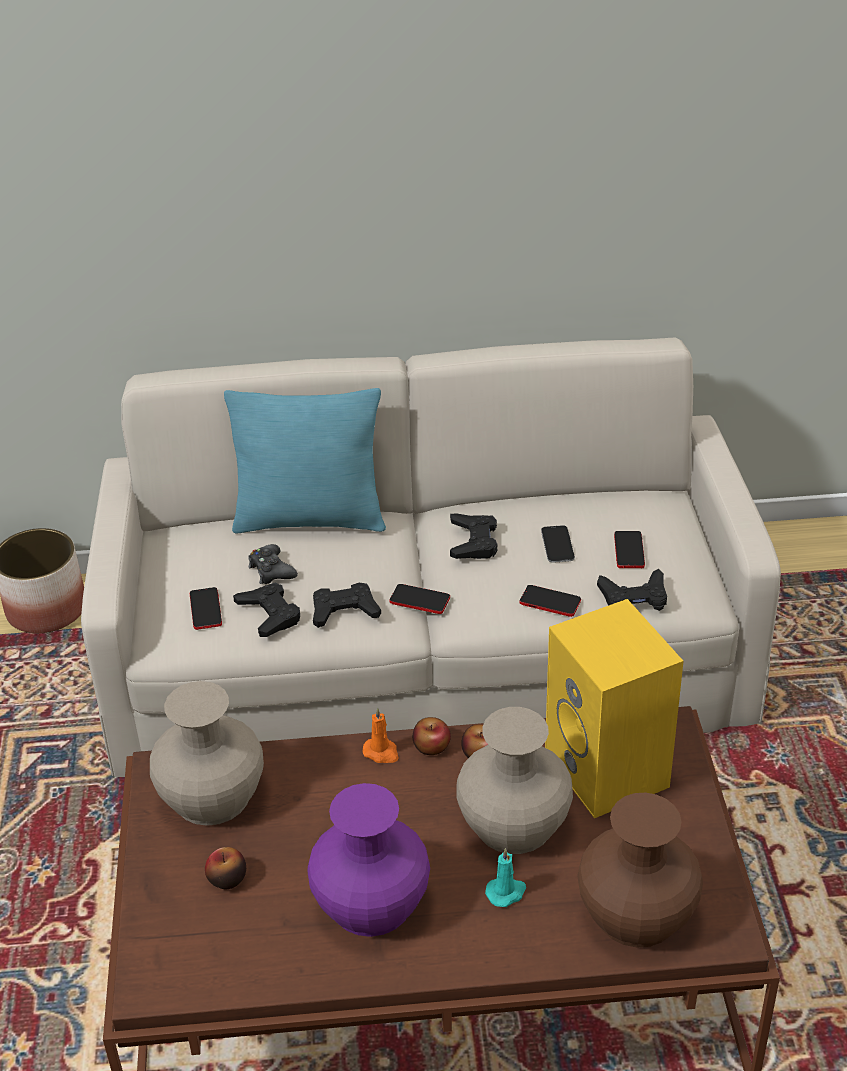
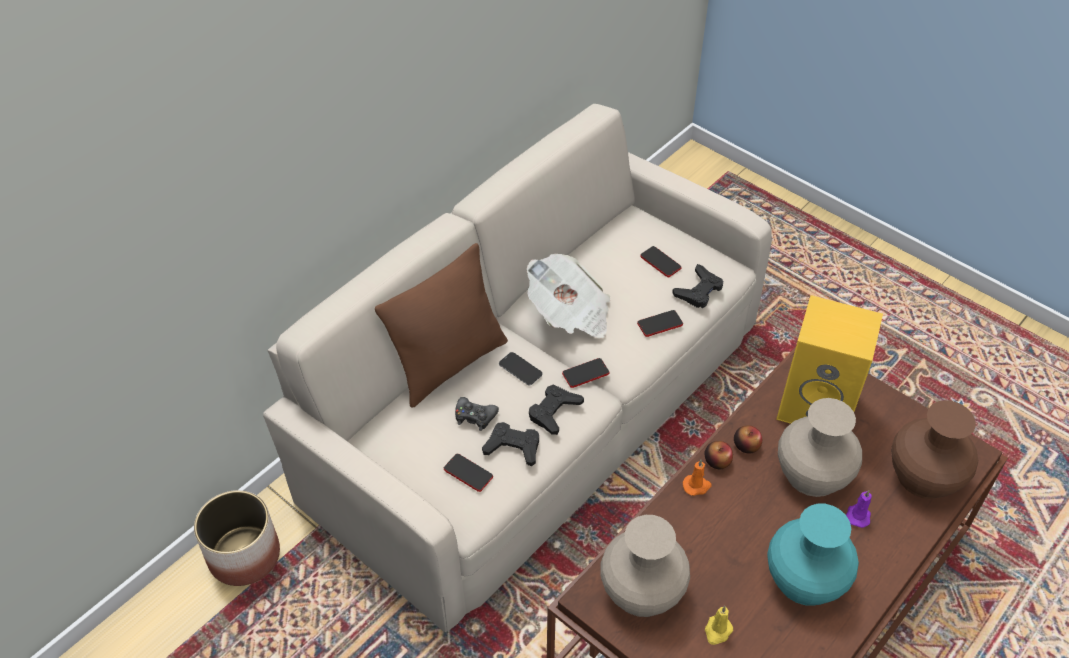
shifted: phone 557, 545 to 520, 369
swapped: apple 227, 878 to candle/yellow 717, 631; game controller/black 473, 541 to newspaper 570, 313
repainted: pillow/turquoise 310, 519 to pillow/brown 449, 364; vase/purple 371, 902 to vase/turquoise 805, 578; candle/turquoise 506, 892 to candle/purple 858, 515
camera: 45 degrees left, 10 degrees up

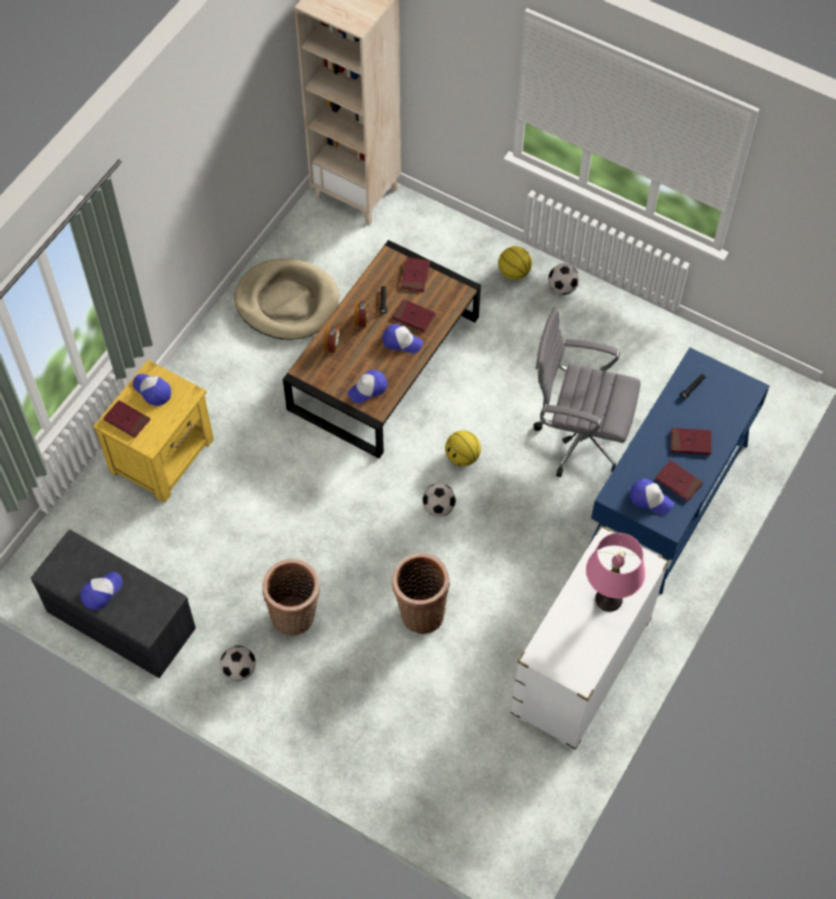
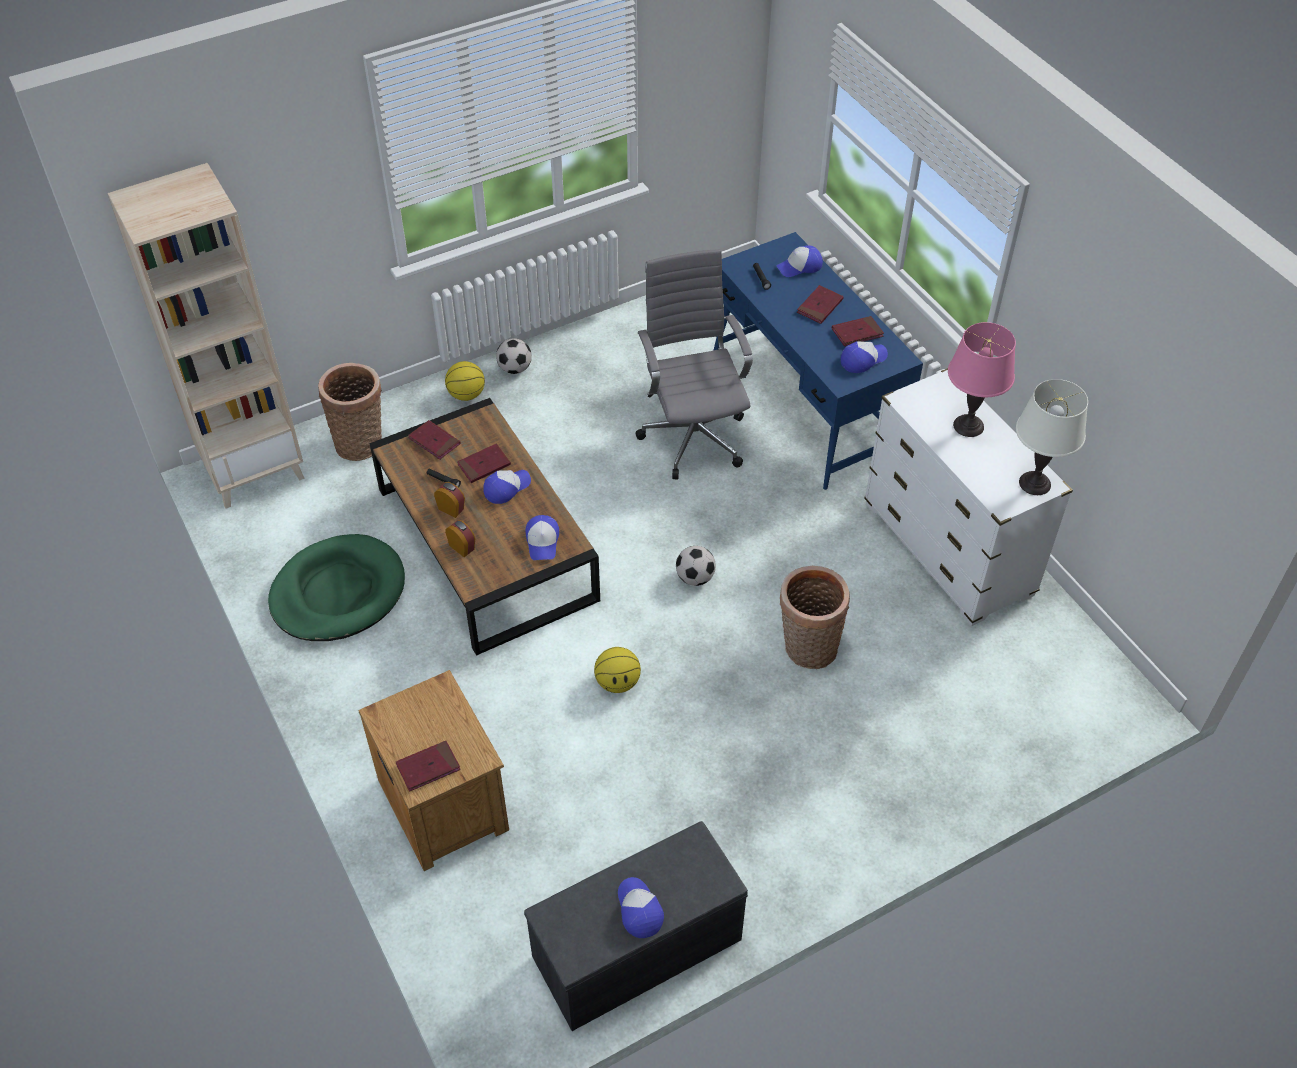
gone: football 239, 669
new: table lamp/white 1035, 483
shifted: cap 152, 390 to 800, 266; basket 295, 617 to 361, 442; basketball 462, 457 to 618, 682
repainted: nightstand/yellow 163, 455 to nightstand/brown 443, 802; dog bed/beige 287, 302 to dog bed/green 338, 592
rotated: office chair/grey 578, 438 = 692, 435 120 degrees clockwise
camera: 60 degrees left, 10 degrees down

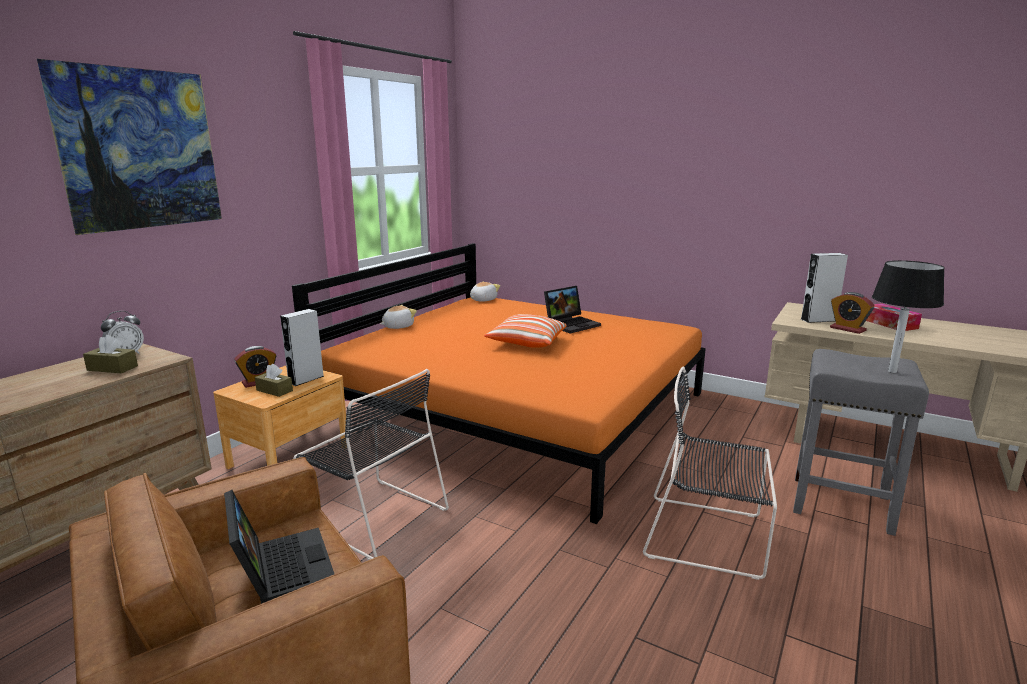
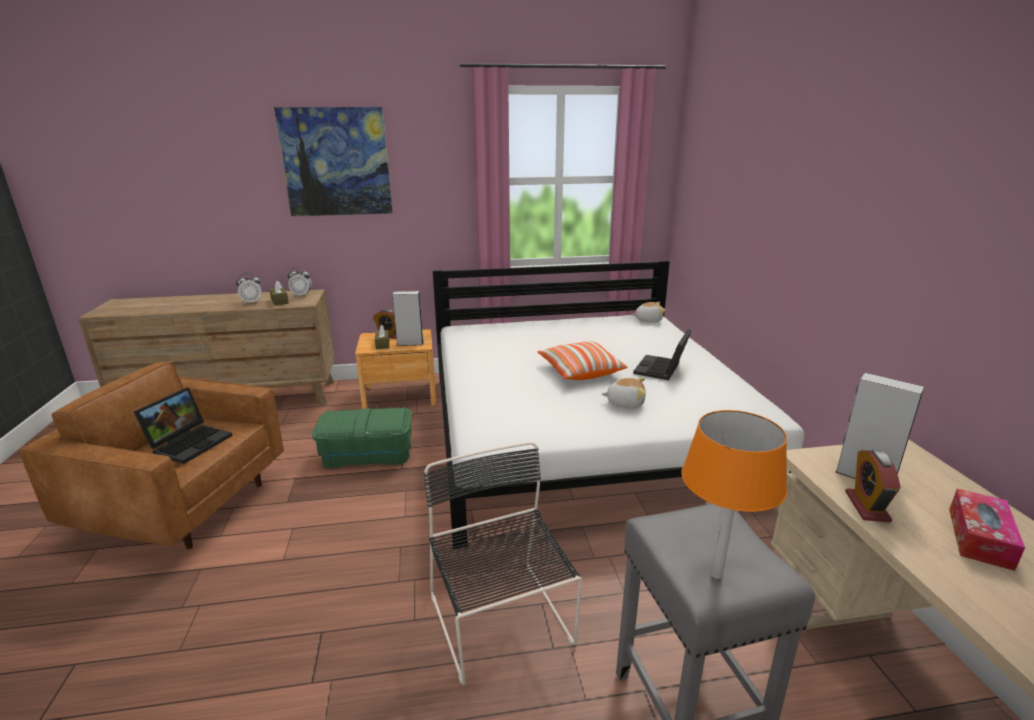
new: alarm clock 252, 302
shifted: plush toy 397, 326 to 625, 403
swapped: chair/black 373, 515 to storage box/green 367, 455
repainted: bed/orange 517, 409 to bed/white 583, 432; table lamp/black 892, 371 to table lamp/orange 716, 575
rotated: laptop 572, 324 = 662, 370 105 degrees clockwise
camera: 50 degrees right, 5 degrees up

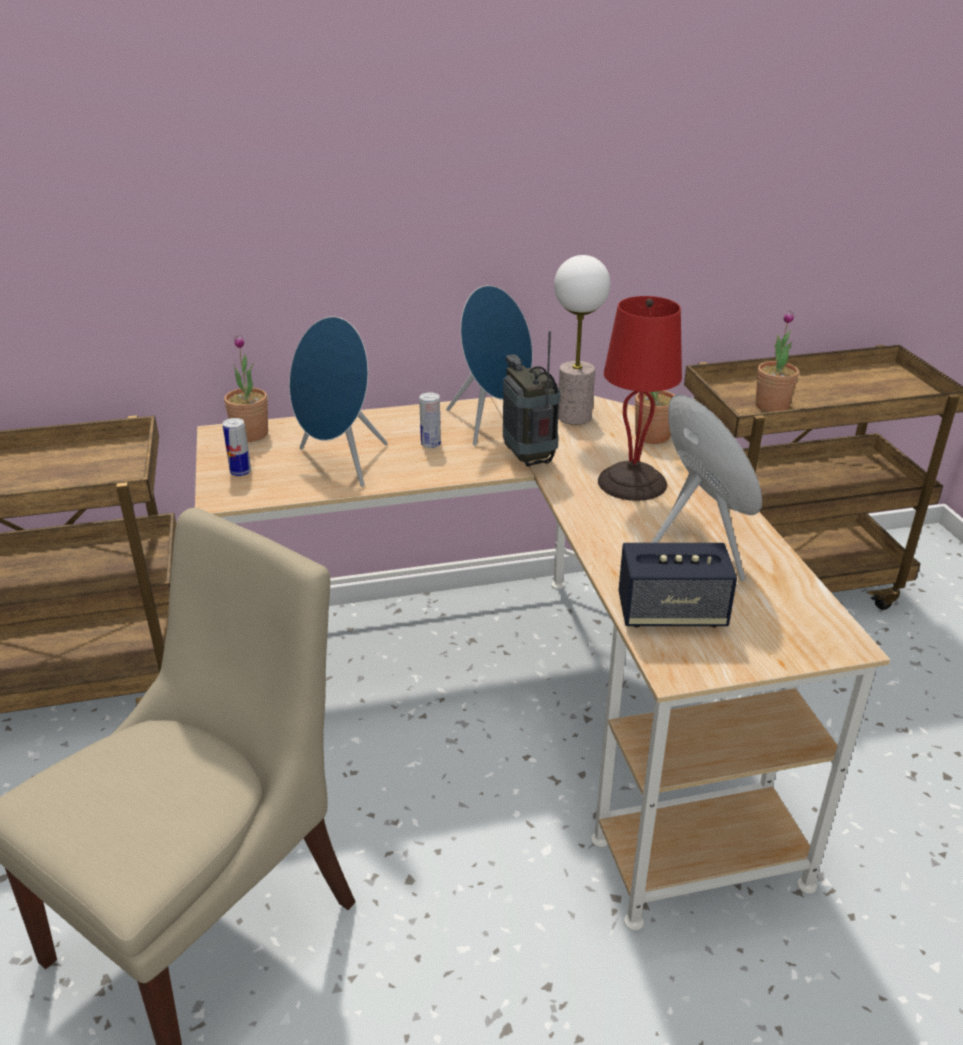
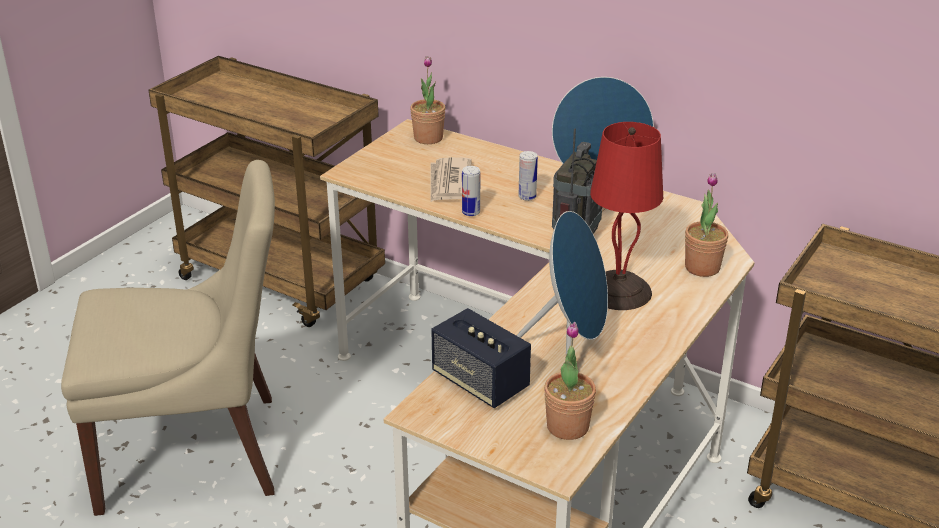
gone: table lamp 575, 417
shifted: can 240, 472 to 471, 212; potted plant 772, 405 to 567, 426
swapped: speaker/blue 340, 463 to newspaper 449, 183
camera: 45 degrees right, 0 degrees up

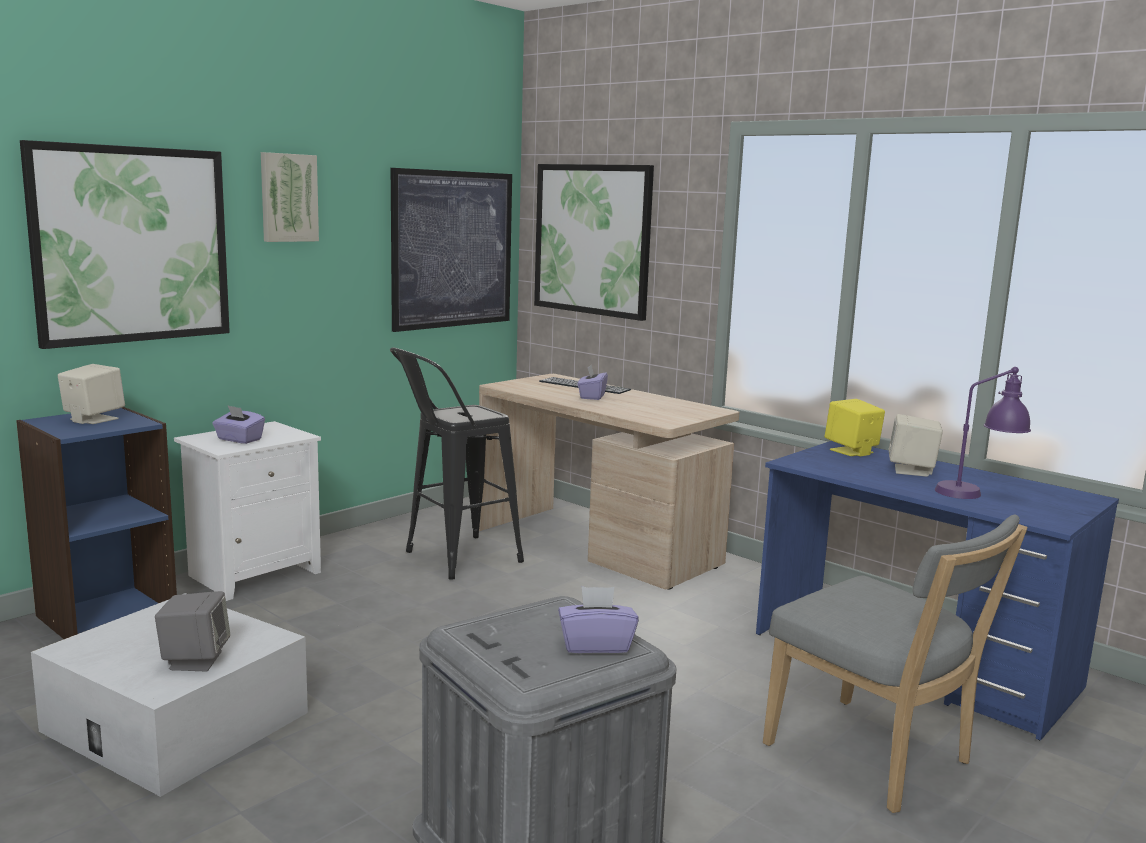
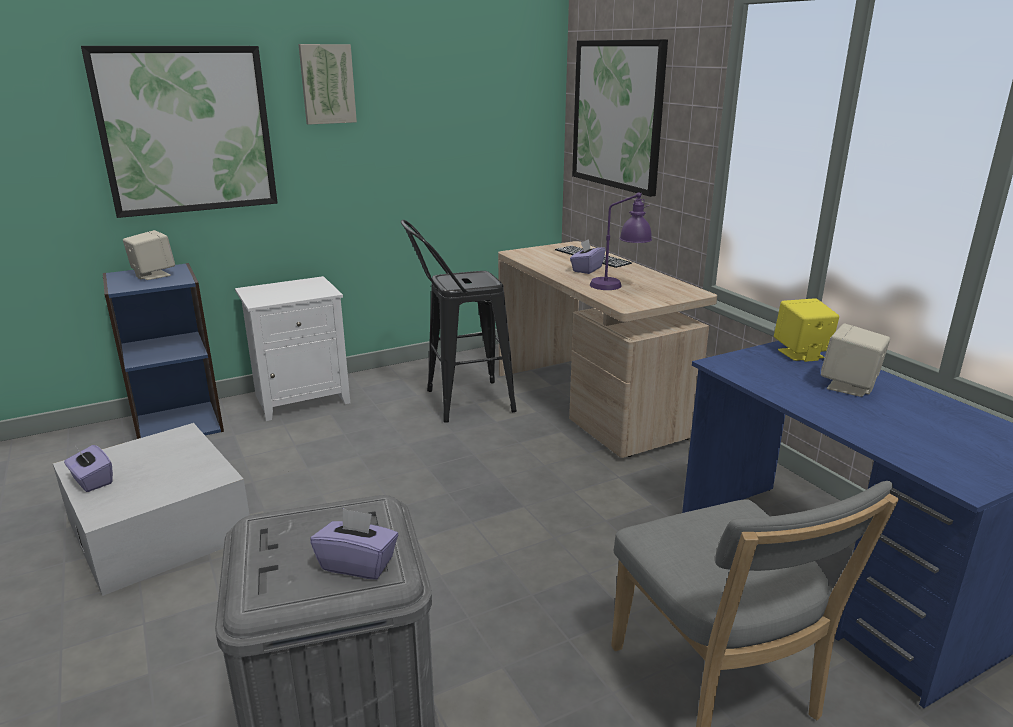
gone: speaker/grey 195, 660; picture 452, 249
shifted: tissue box/purple 239, 439 to 92, 481; table lamp/purple 977, 493 to 619, 287
camera: 20 degrees right, 10 degrees up

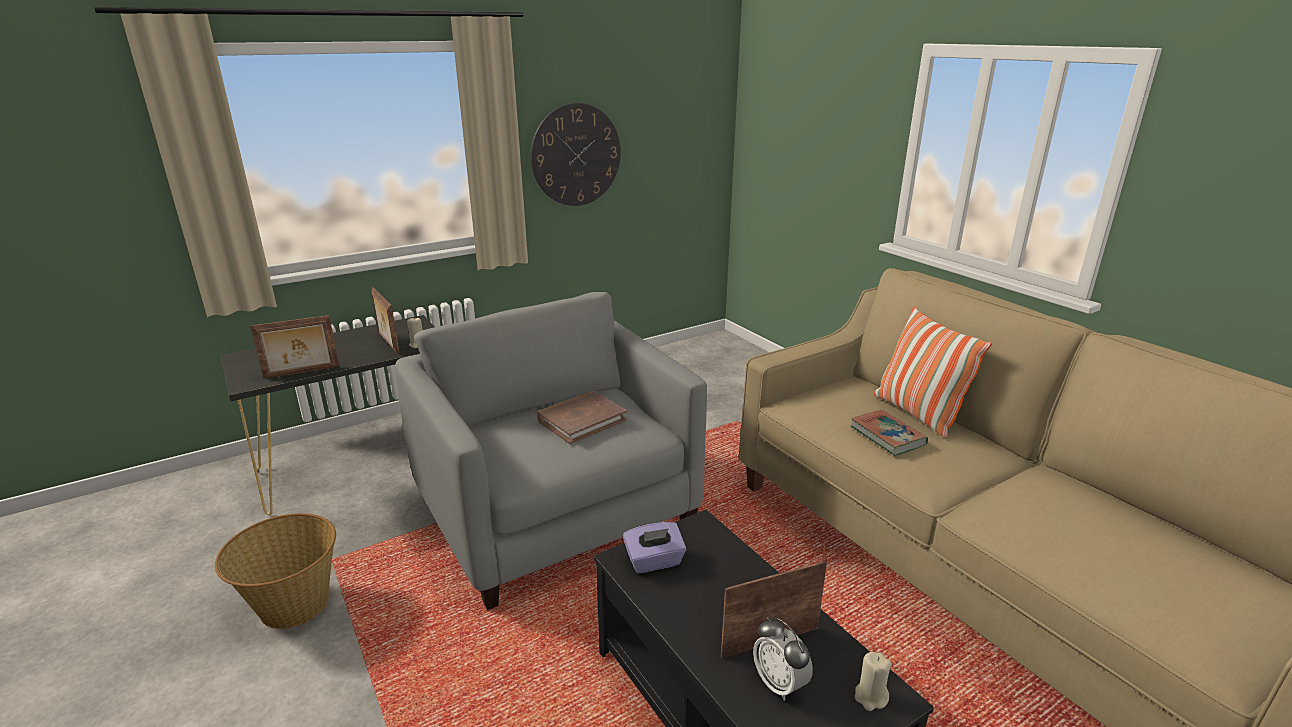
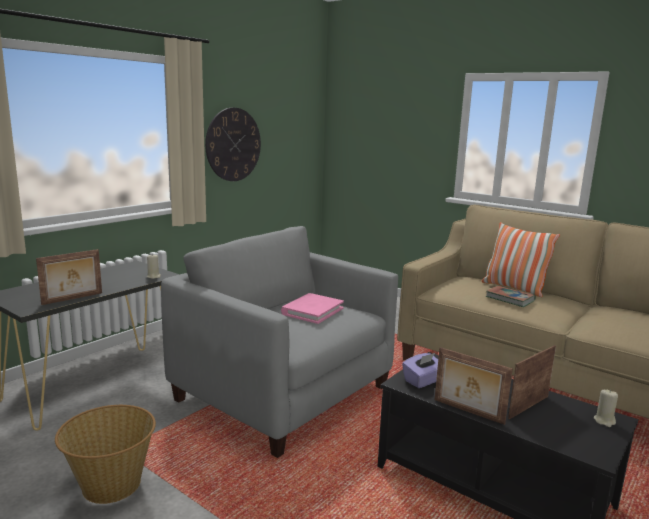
gone: alarm clock 779, 684
shifted: picture frame 388, 344 to 468, 412
repainted: book/brown 581, 420 to book/pink 312, 311
camera: 20 degrees left, 10 degrees down

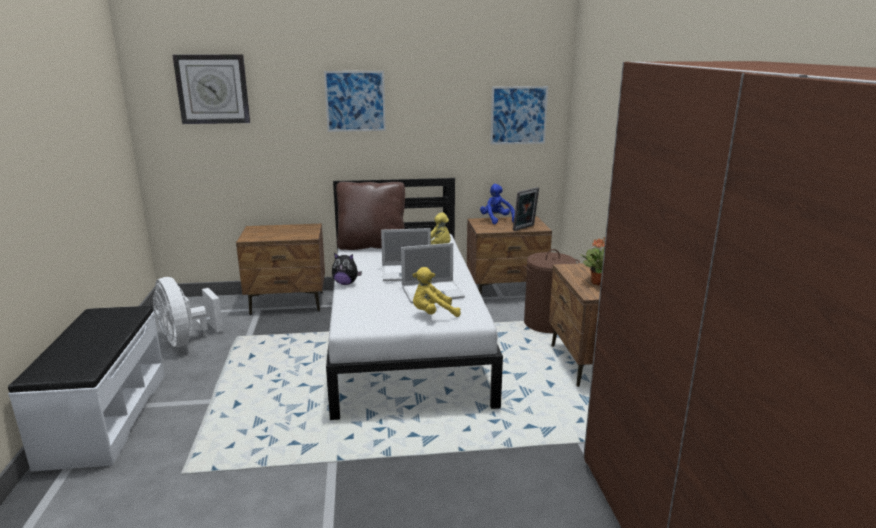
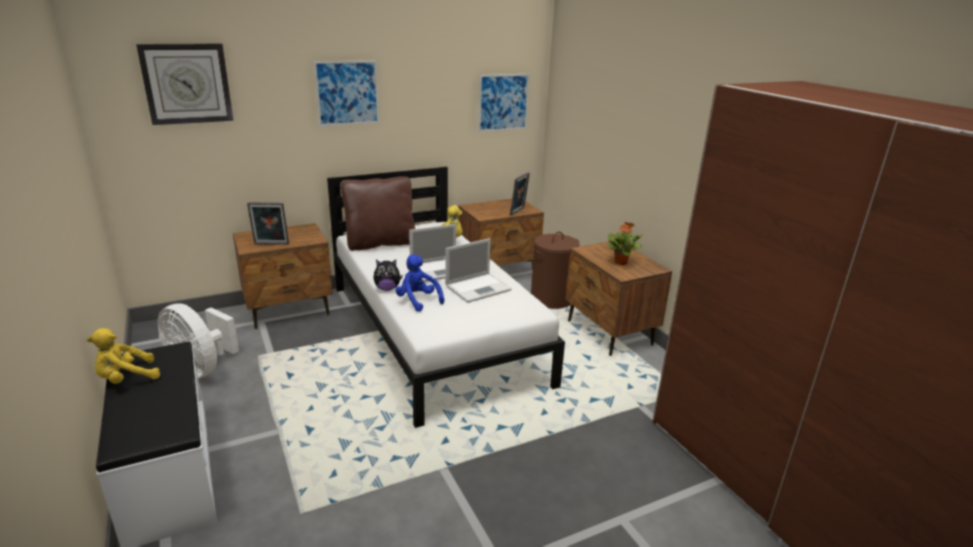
new: picture frame 271, 244
shifted: plush toy/yellow 433, 314 to 126, 379; plush toy/blue 496, 220 to 417, 301
camera: 20 degrees left, 5 degrees up

